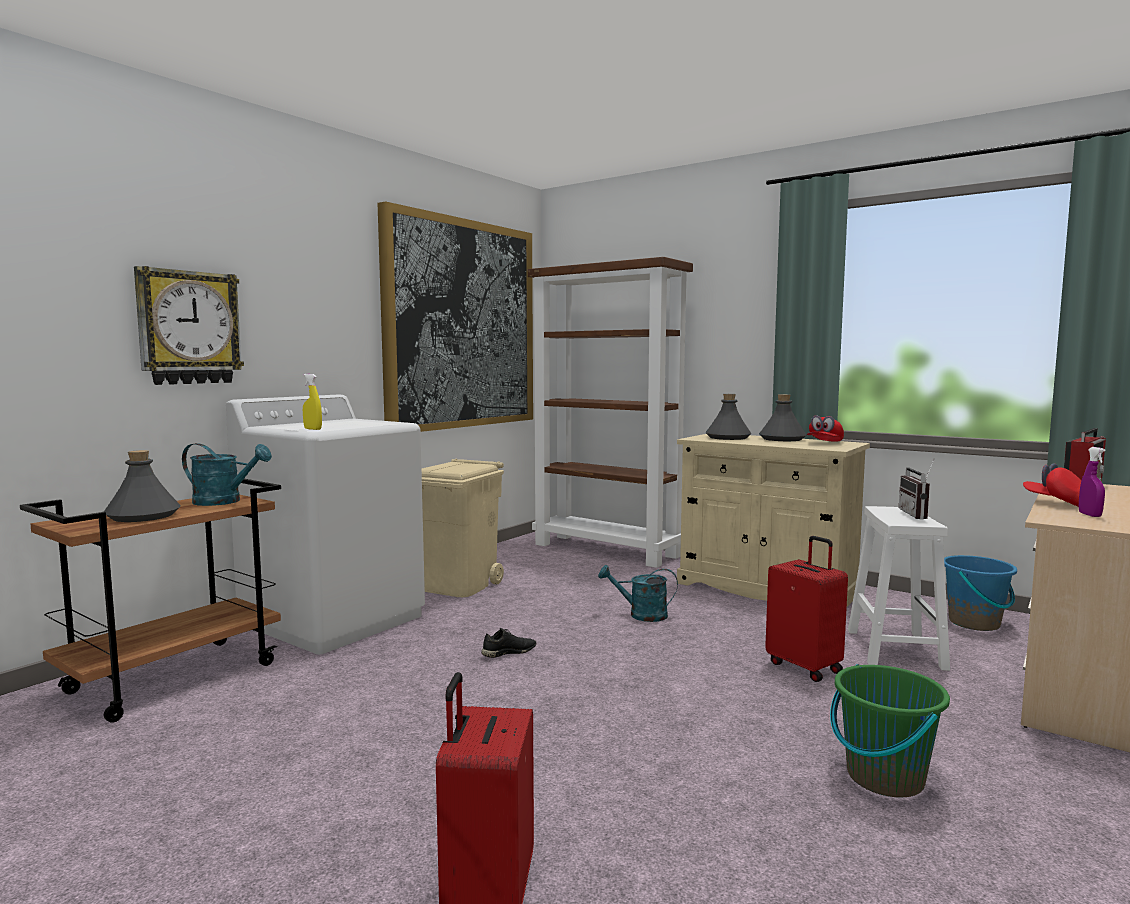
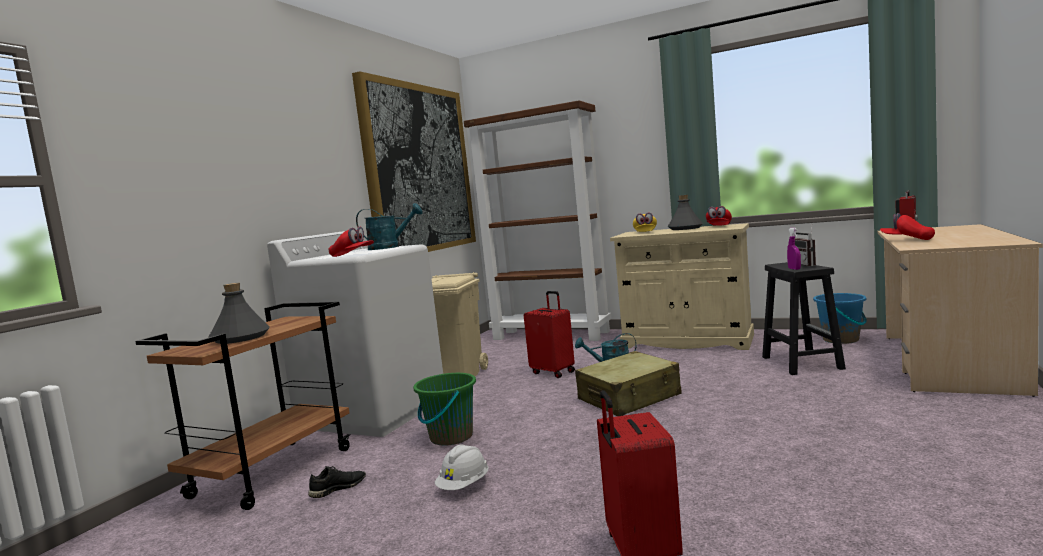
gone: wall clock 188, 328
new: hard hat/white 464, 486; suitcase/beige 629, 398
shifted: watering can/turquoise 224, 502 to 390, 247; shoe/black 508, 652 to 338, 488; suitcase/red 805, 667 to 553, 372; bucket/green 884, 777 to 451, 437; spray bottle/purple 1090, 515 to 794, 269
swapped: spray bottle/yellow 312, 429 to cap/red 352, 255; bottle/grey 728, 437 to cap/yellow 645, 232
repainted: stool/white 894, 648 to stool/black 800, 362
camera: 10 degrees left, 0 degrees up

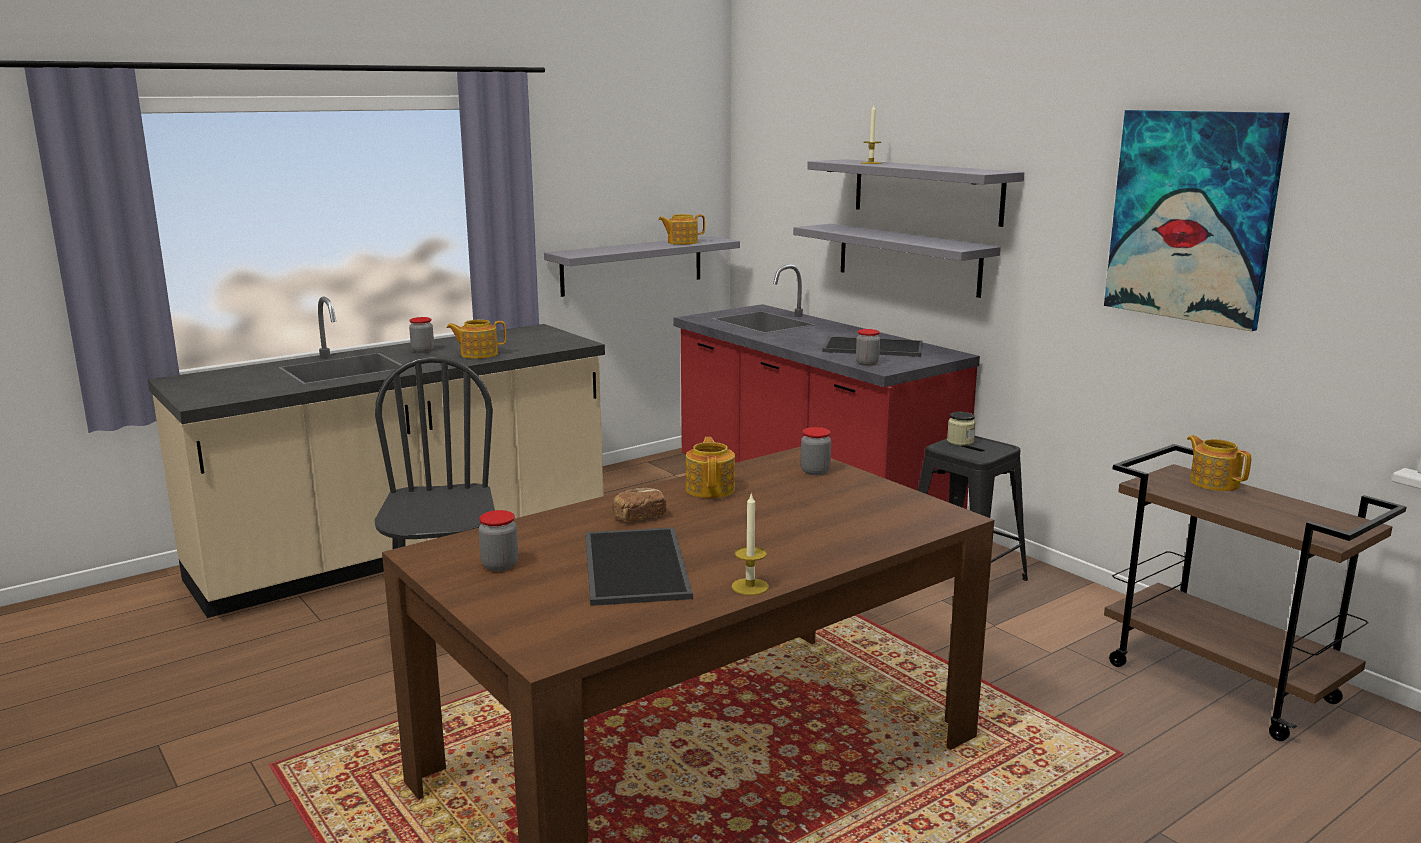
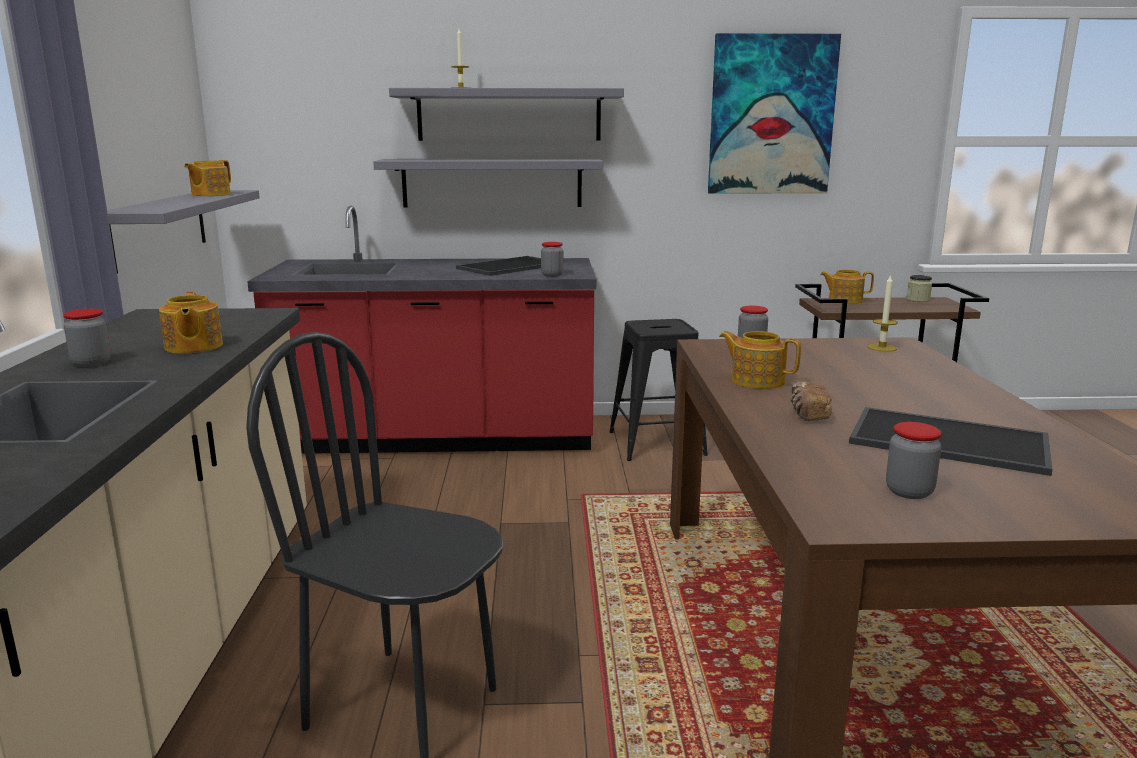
shifted: candle 750, 587 to 882, 348; jar 960, 441 to 918, 300
rotated: teapot 478, 354 = 193, 347 45 degrees counterclockwise
camera: 55 degrees left, 0 degrees up

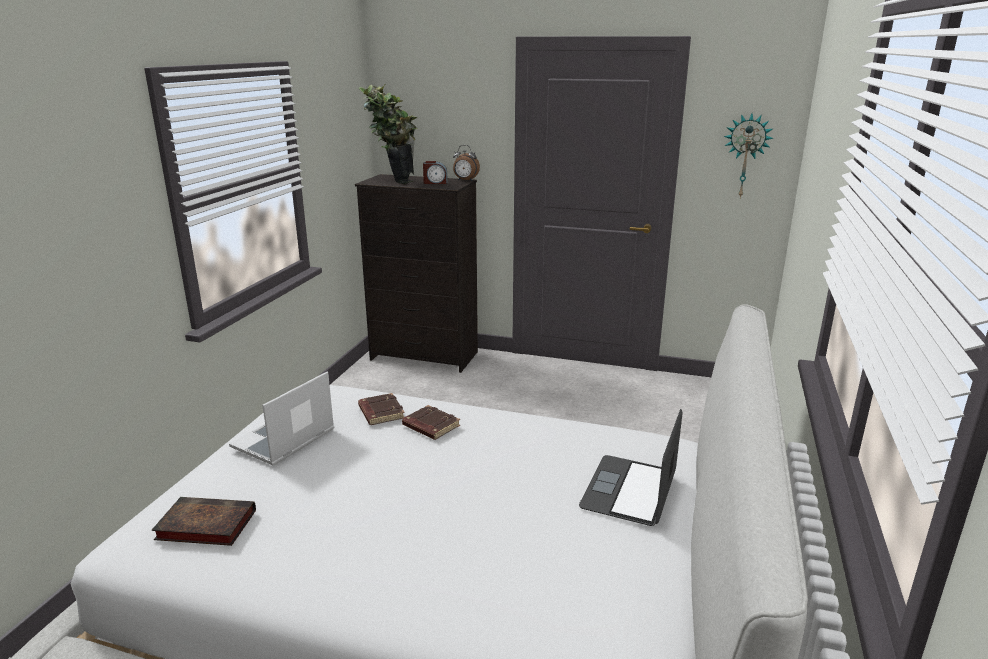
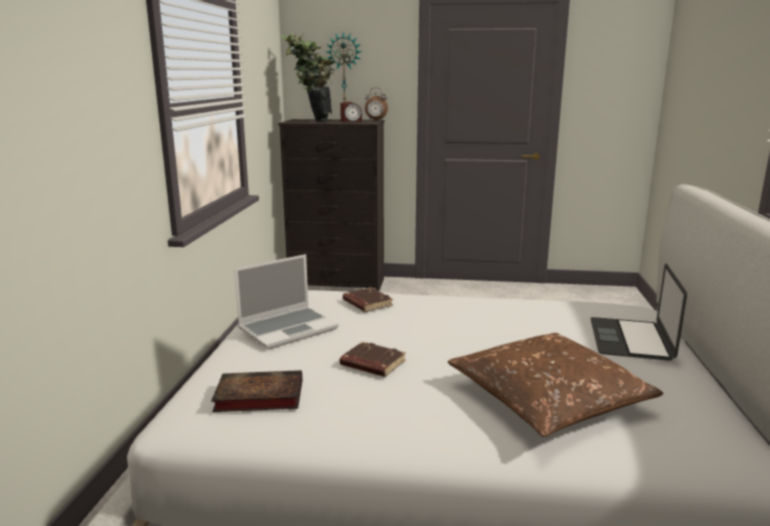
new: pillow/brown 548, 398
shifted: book/brown 430, 426 to 371, 364; wall clock 745, 156 to 344, 67
rotated: laptop 283, 440 = 288, 328 150 degrees counterclockwise
camera: 10 degrees left, 5 degrees down

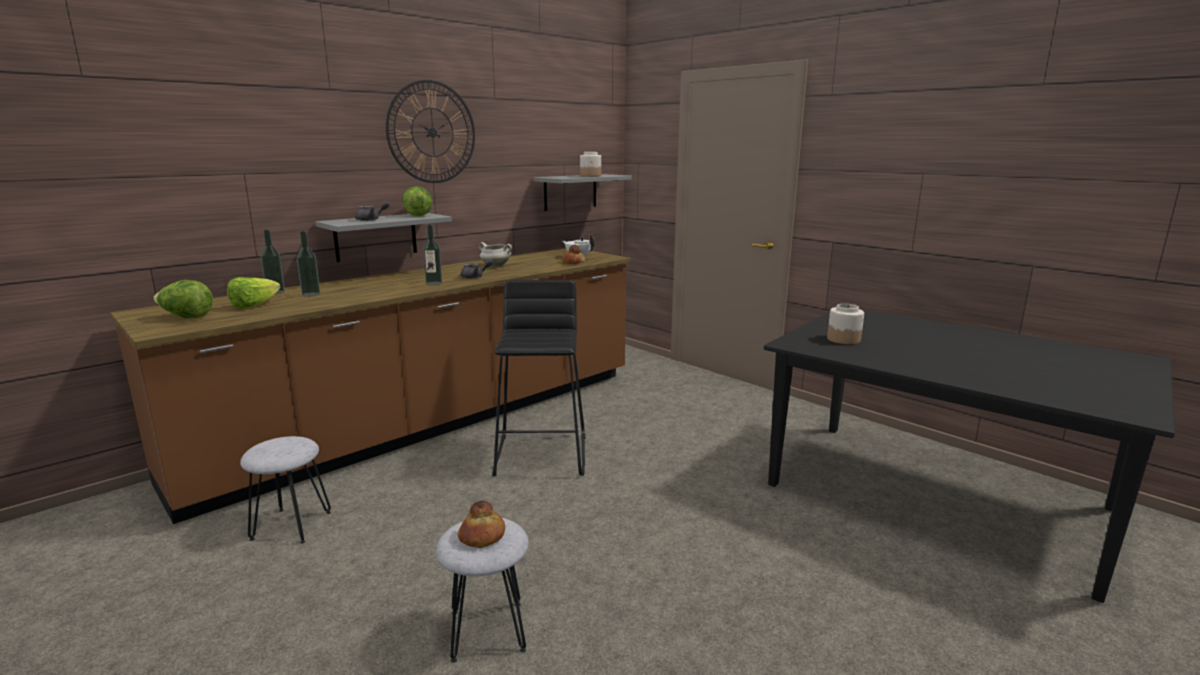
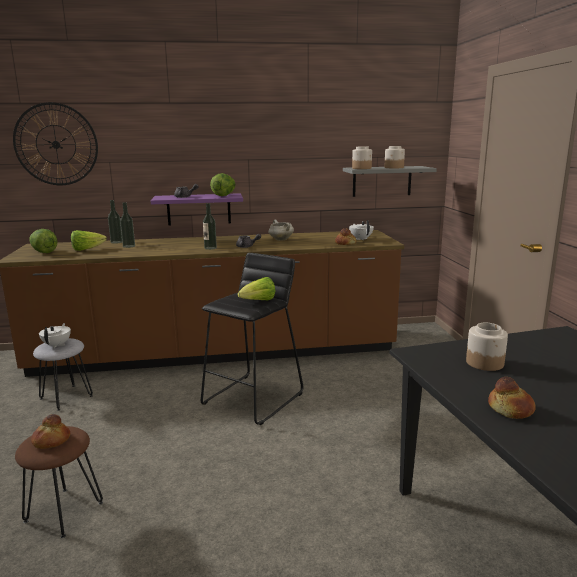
new: teapot/white 57, 345; lettuce 258, 301; jar 362, 168; bread 511, 409
shifted: wall clock 432, 132 to 56, 144
repainted: shelf/grey 376, 237 to shelf/purple 199, 209; stool/grey 486, 630 to stool/brown 63, 511
camera: 35 degrees right, 0 degrees up

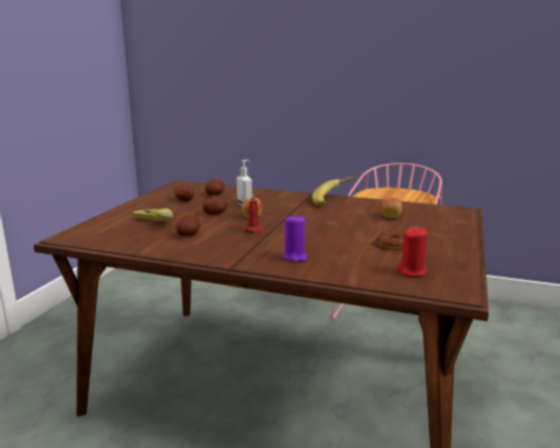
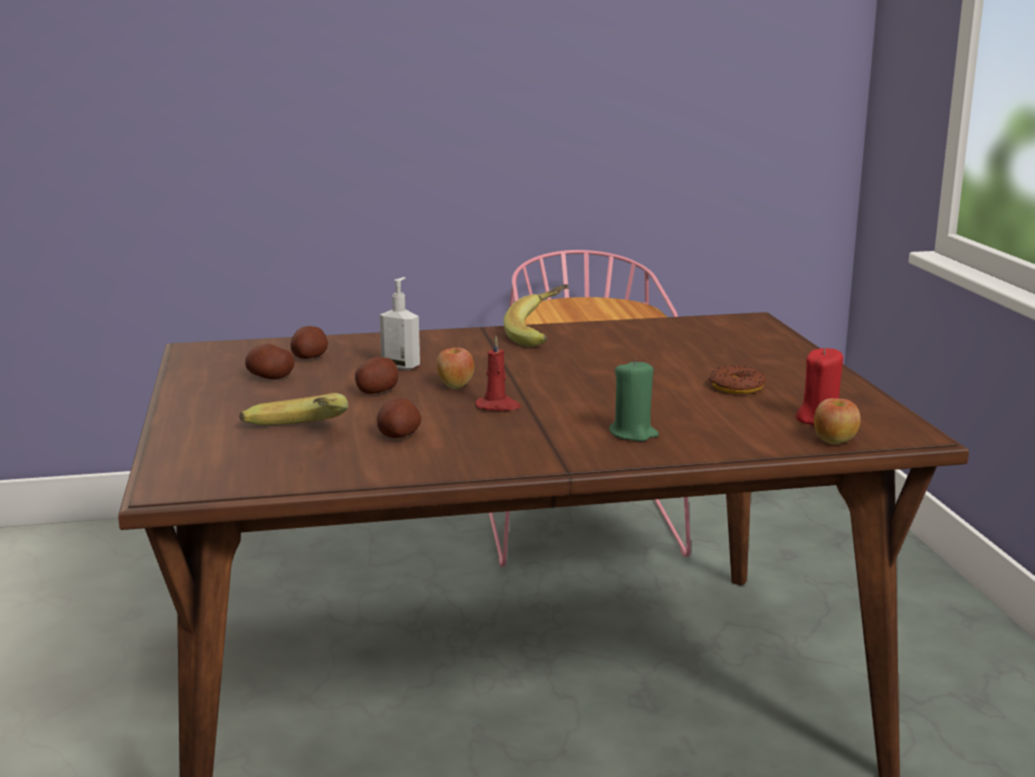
shifted: apple 390, 217 to 835, 441
repainted: candle/purple 295, 257 to candle/green 633, 433
camera: 30 degrees left, 0 degrees up

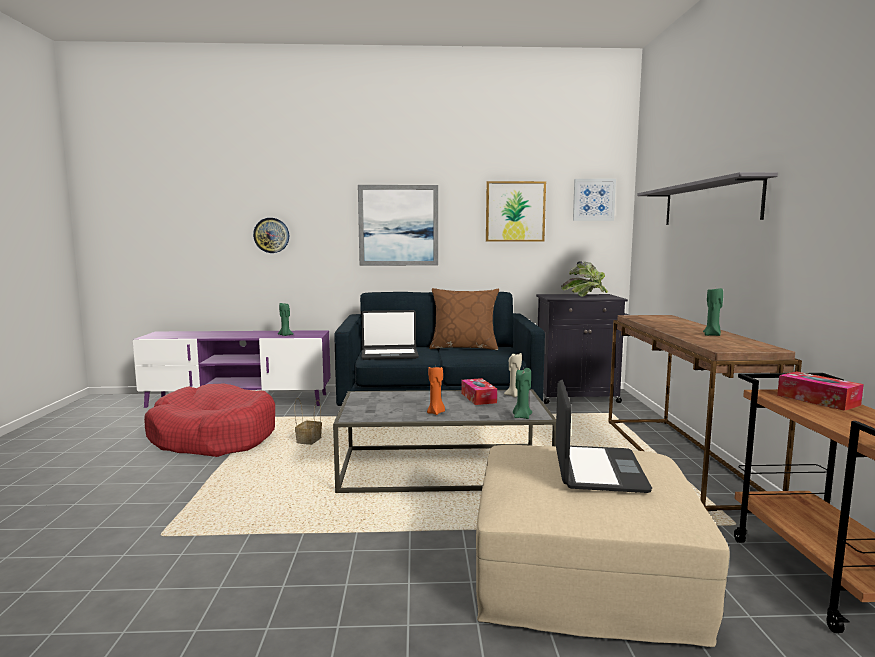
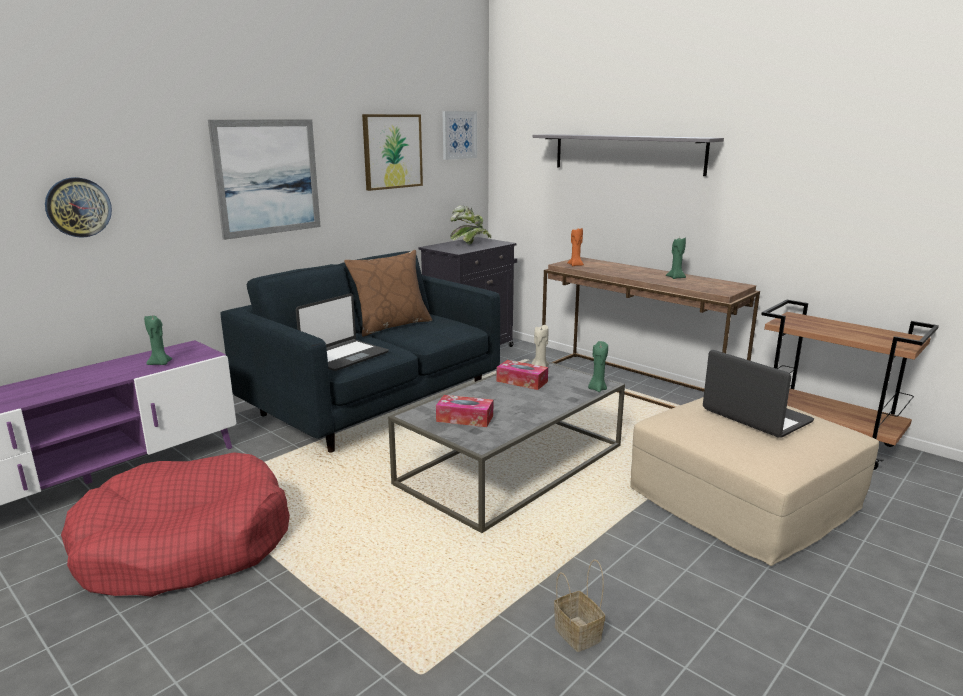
shifted: basket 309, 441 to 576, 633; candle/orange 436, 413 to 575, 265; tissue box 817, 400 to 465, 418
camera: 45 degrees left, 10 degrees up

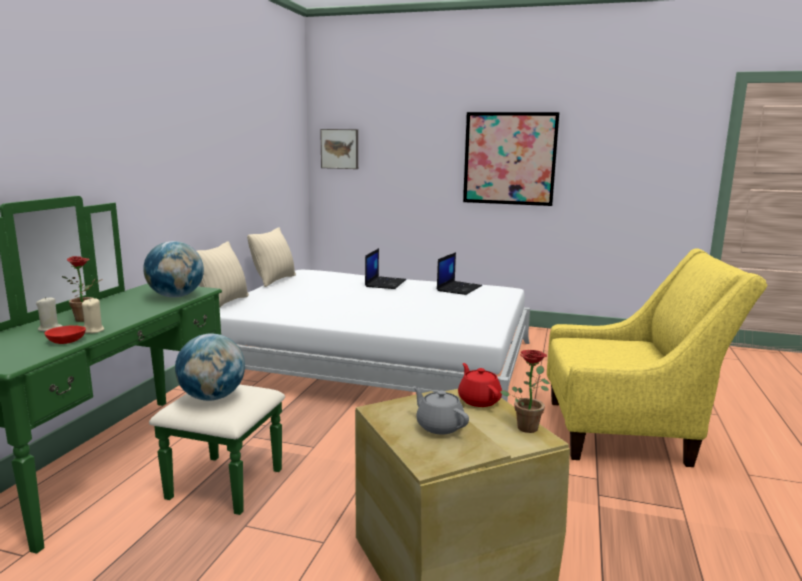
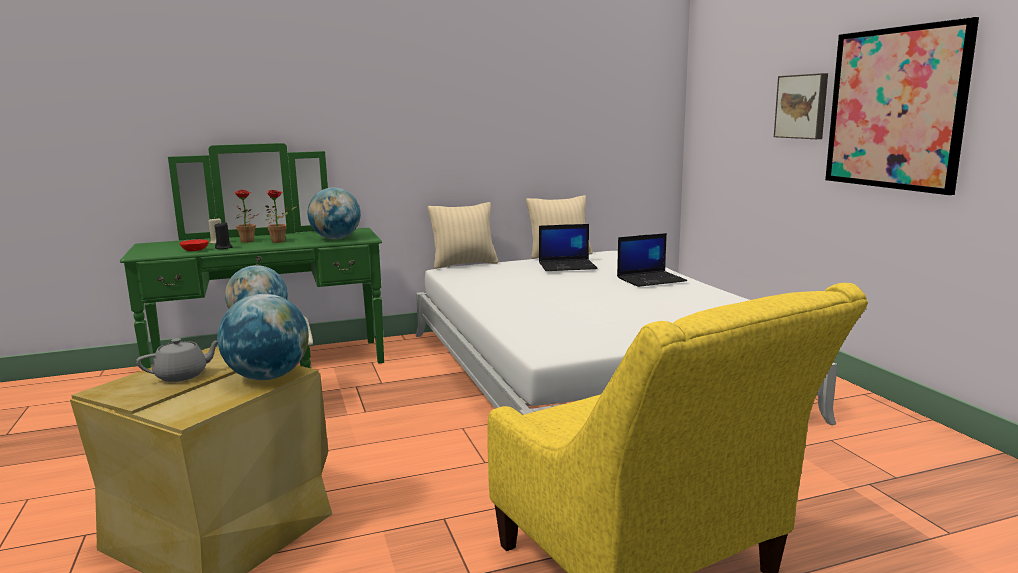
shifted: picture 340, 149 to 802, 106; laptop 459, 288 to 568, 266; potted plant 527, 426 to 281, 241
swapped: teapot/red 479, 400 to globe 268, 377
repainted: candle/beige 93, 330 to candle/black 224, 248
rotated: teapot/grey 439, 426 = 182, 375 45 degrees clockwise
camera: 55 degrees right, 0 degrees up

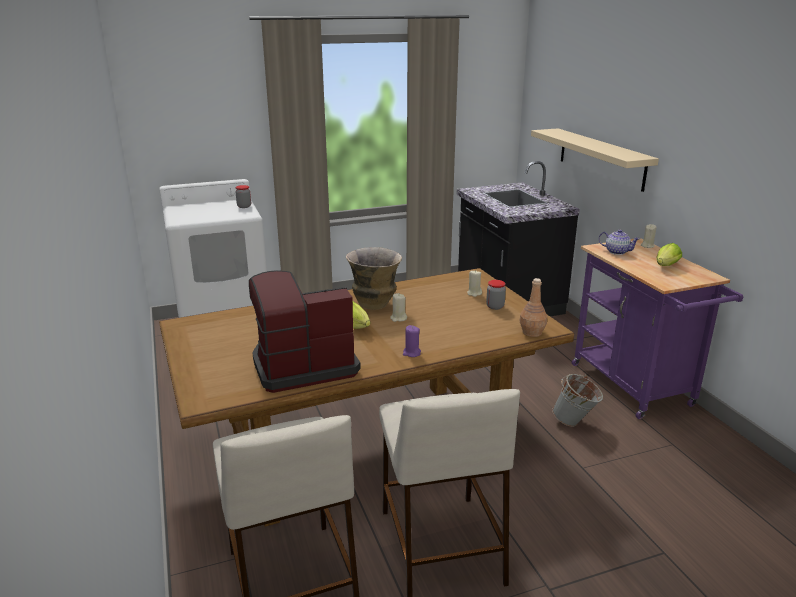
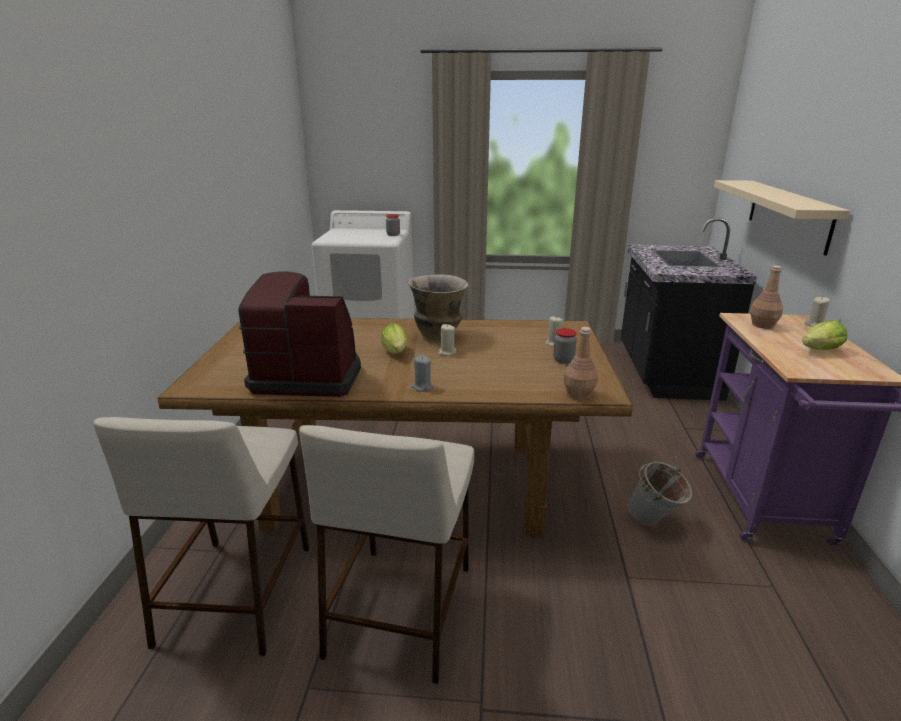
swapped: teapot 616, 252 to bottle/brown 762, 325
repainted: candle/purple 411, 353 to candle/grey 422, 387
camera: 25 degrees right, 0 degrees up

